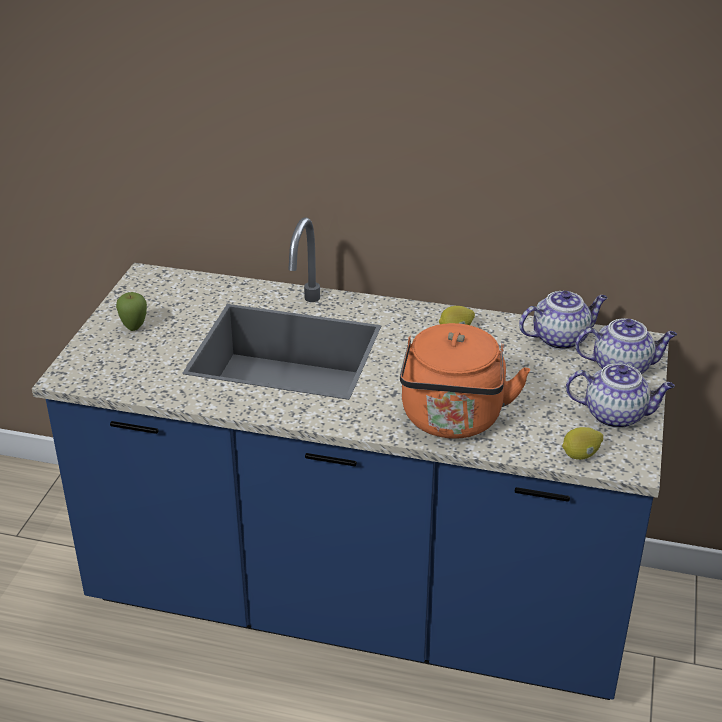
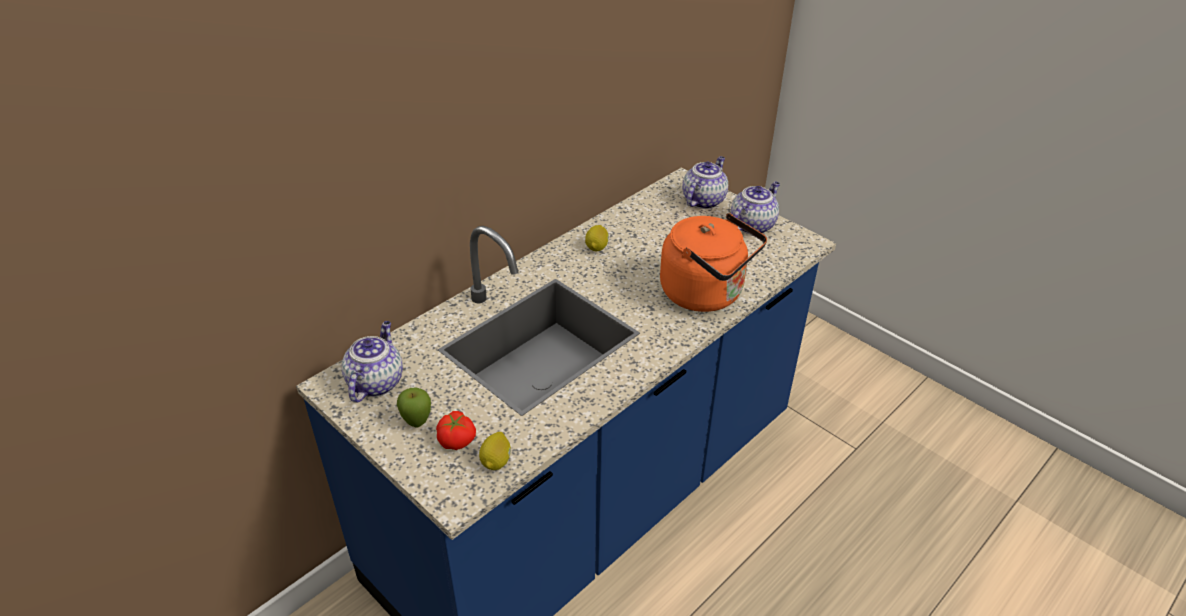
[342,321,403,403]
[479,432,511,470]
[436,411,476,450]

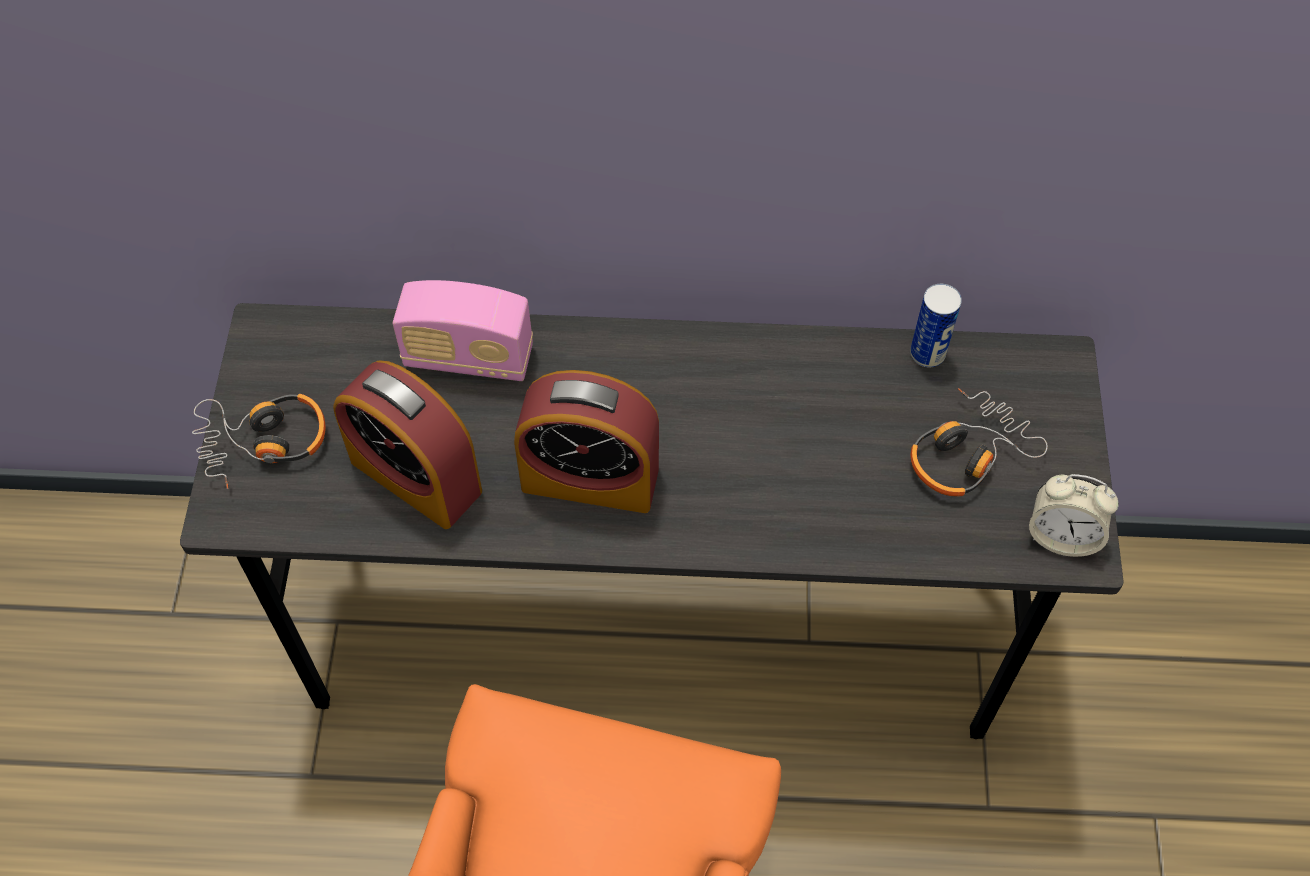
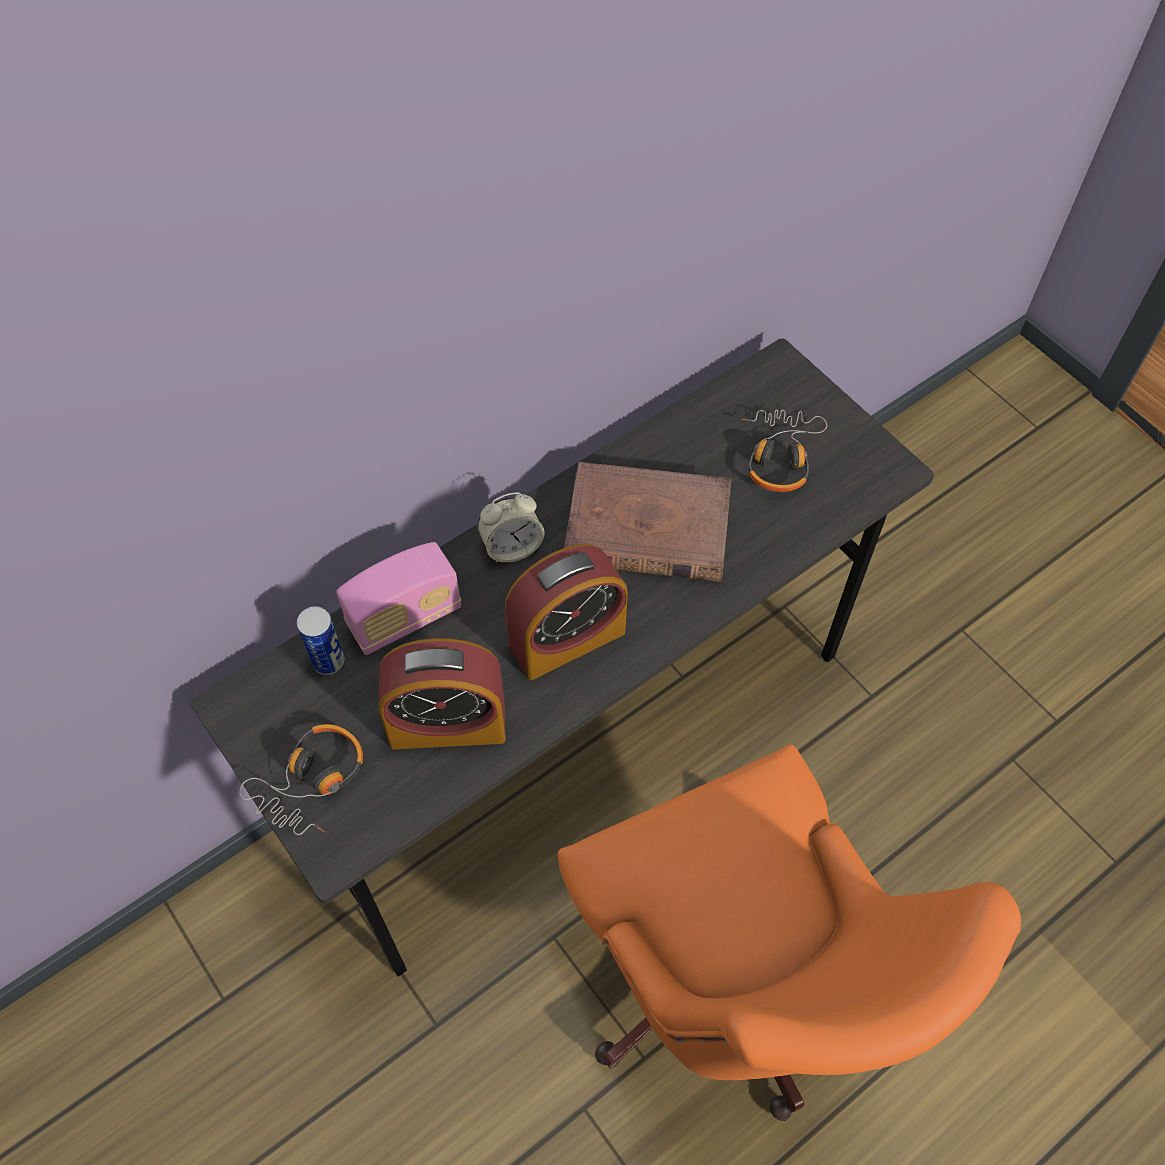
[297,606,345,675]
[478,492,544,563]
[564,462,732,582]

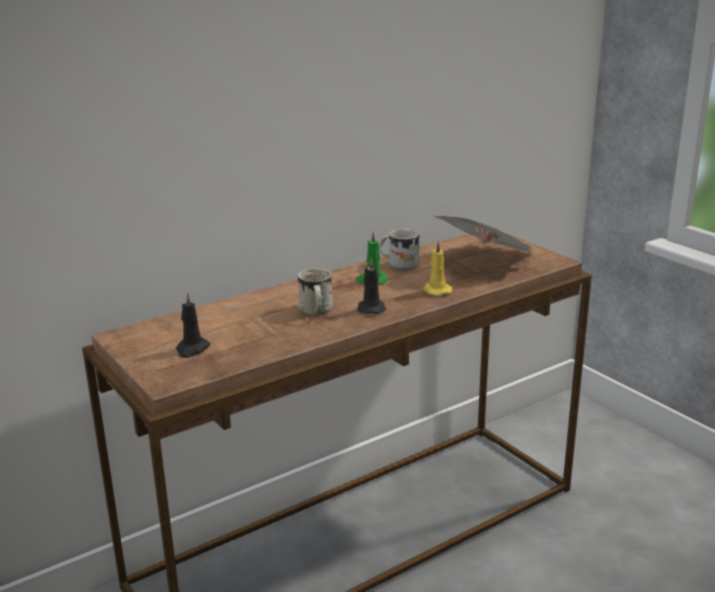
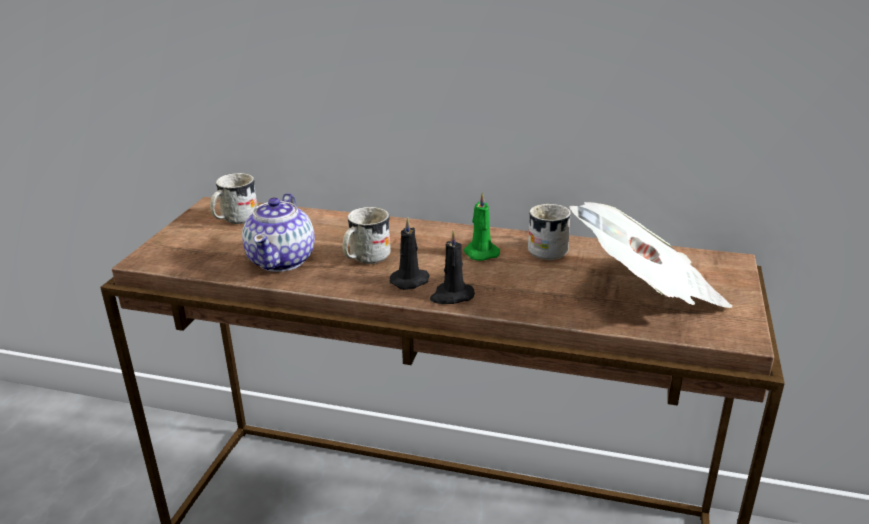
[430,230,475,304]
[423,241,452,296] (first image)
[210,173,257,224]
[242,193,315,272]

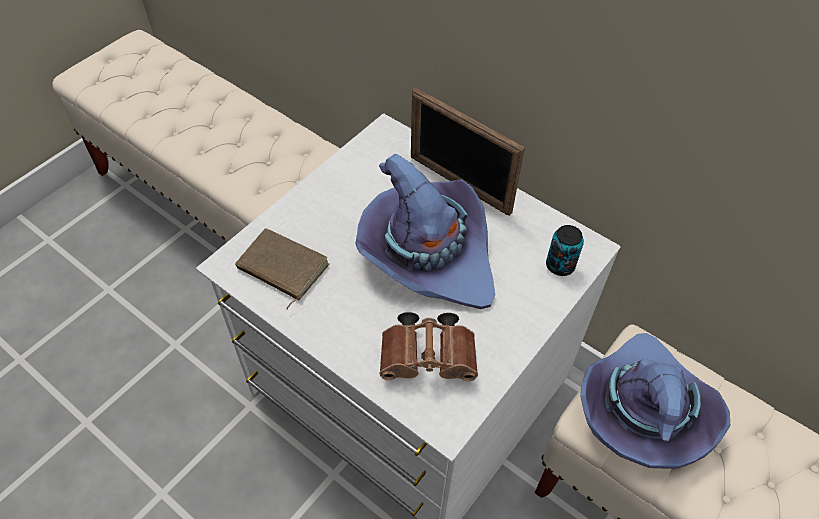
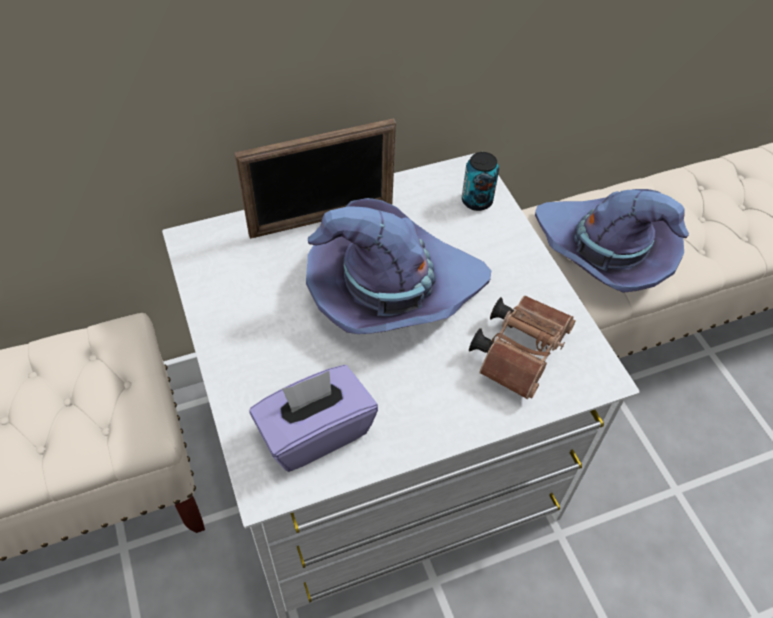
[250,365,378,472]

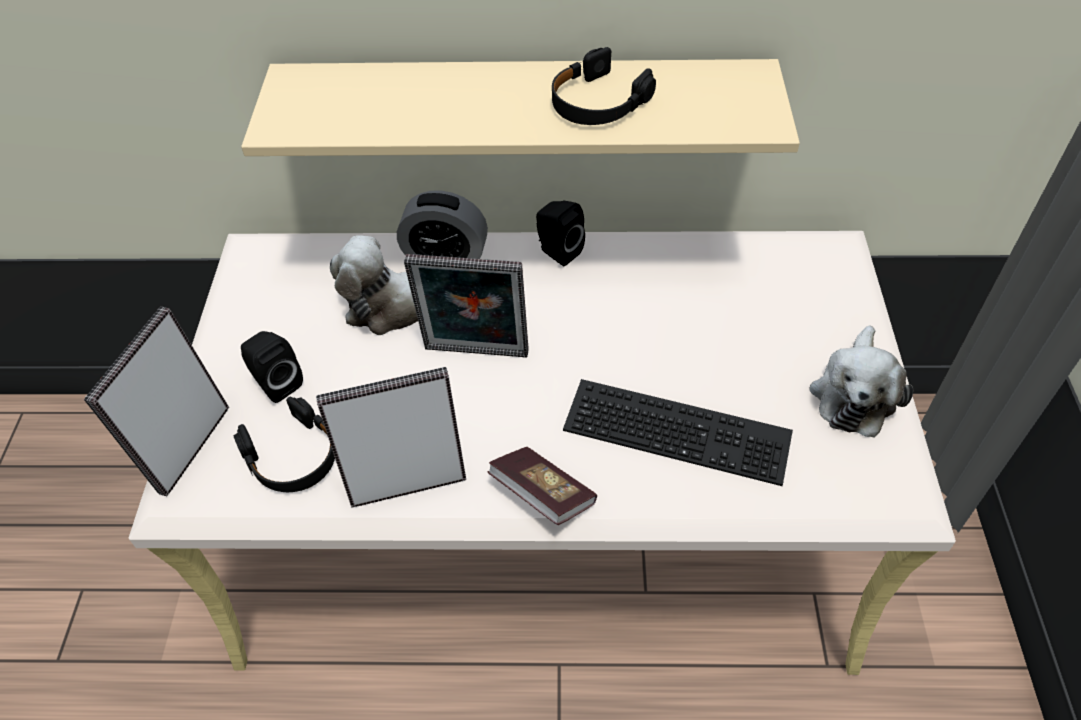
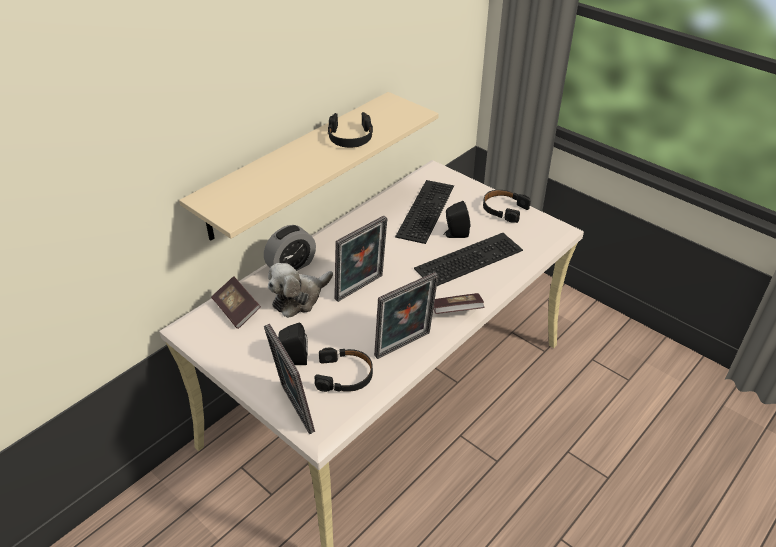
[374,272,438,359]
[443,201,470,238]
[483,190,531,223]
[211,276,261,329]
[395,180,454,244]

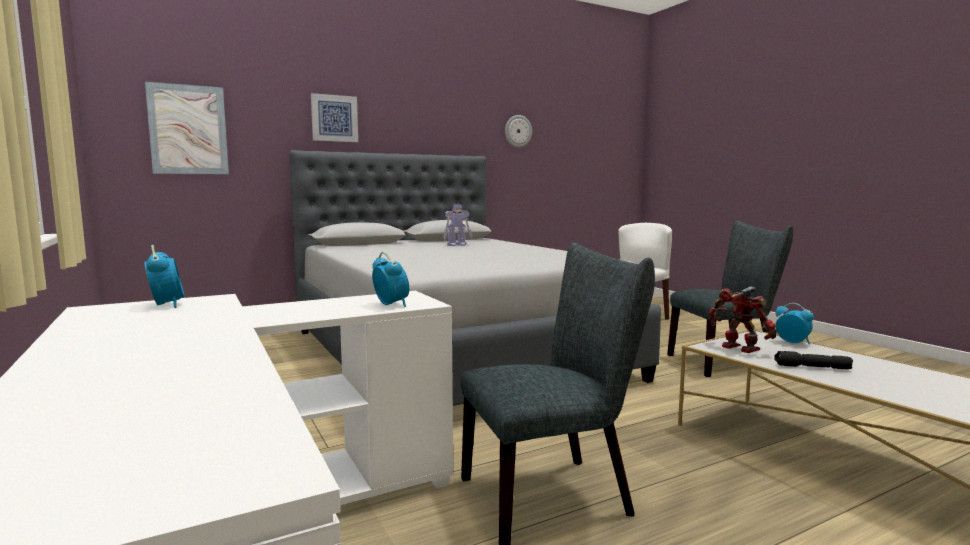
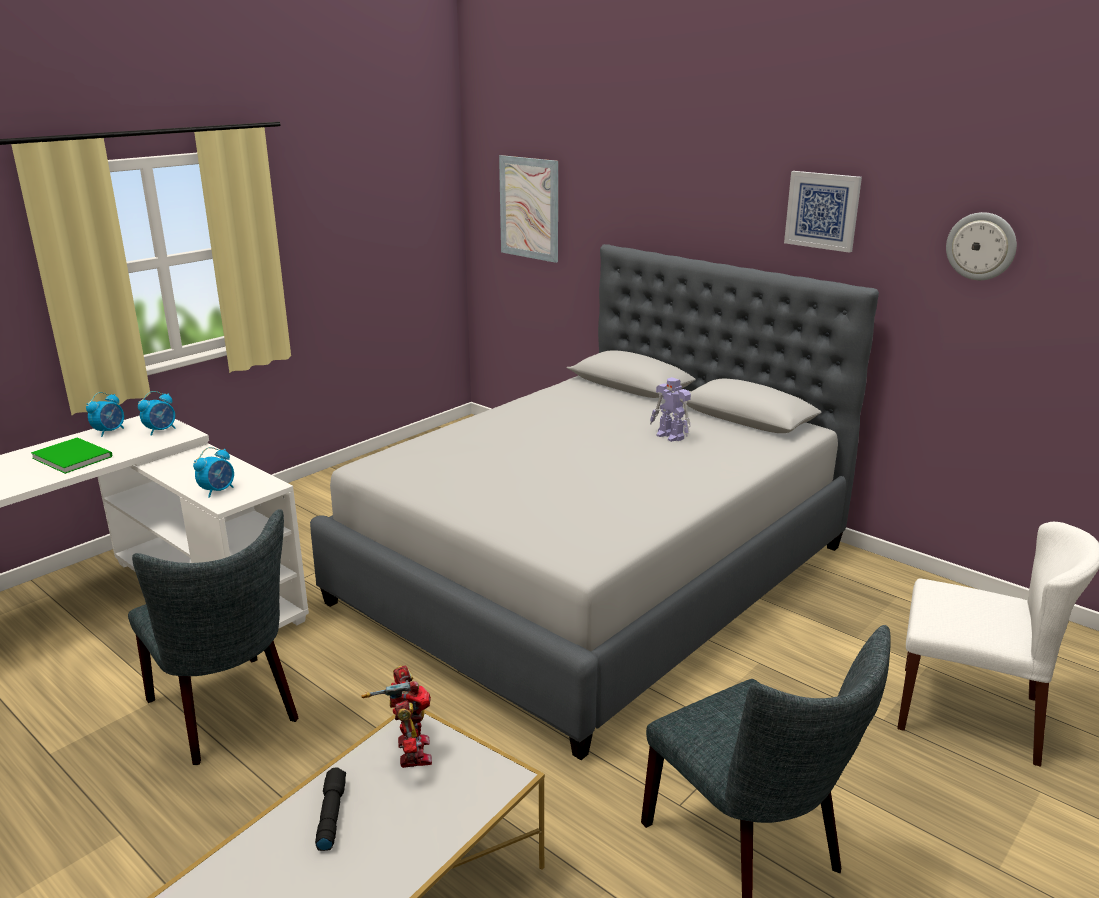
[784,171,862,253]
[361,665,432,768]
[86,392,124,437]
[31,438,112,474]

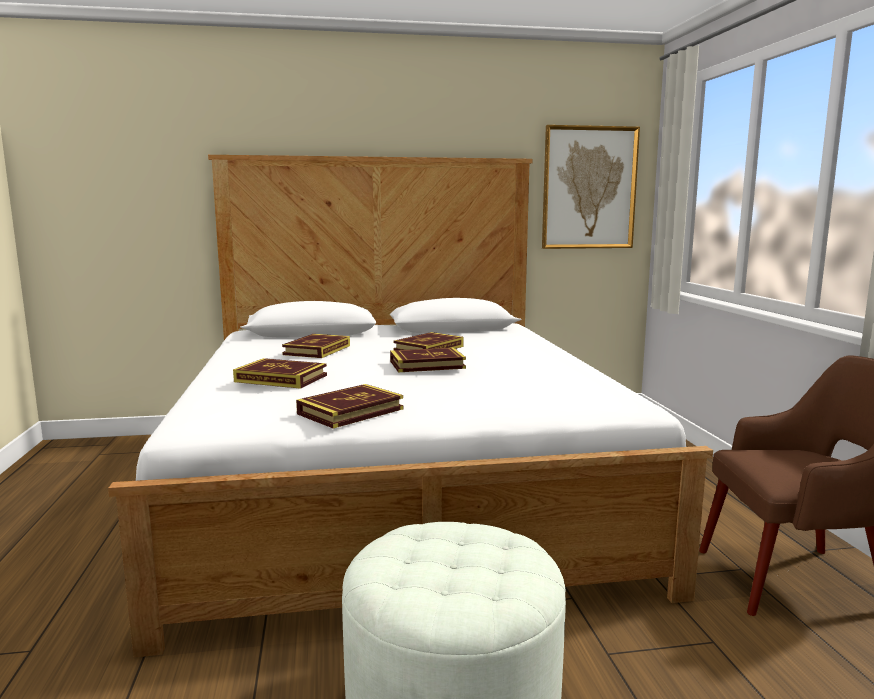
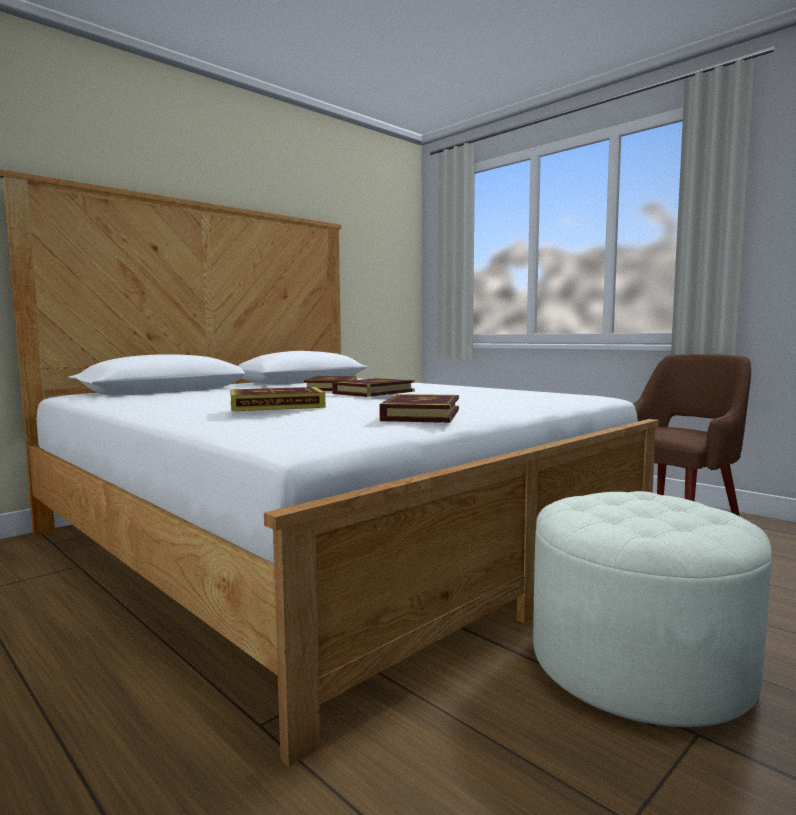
[282,334,350,358] (first image)
[542,125,640,249] (first image)

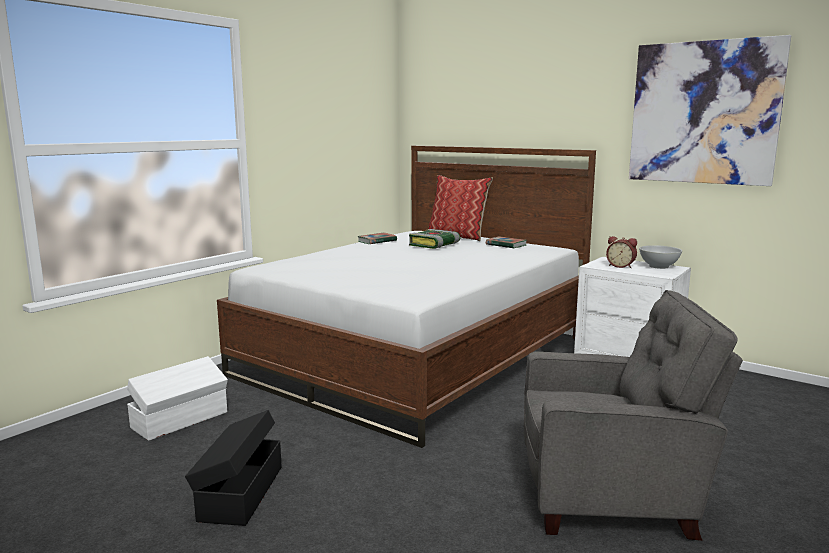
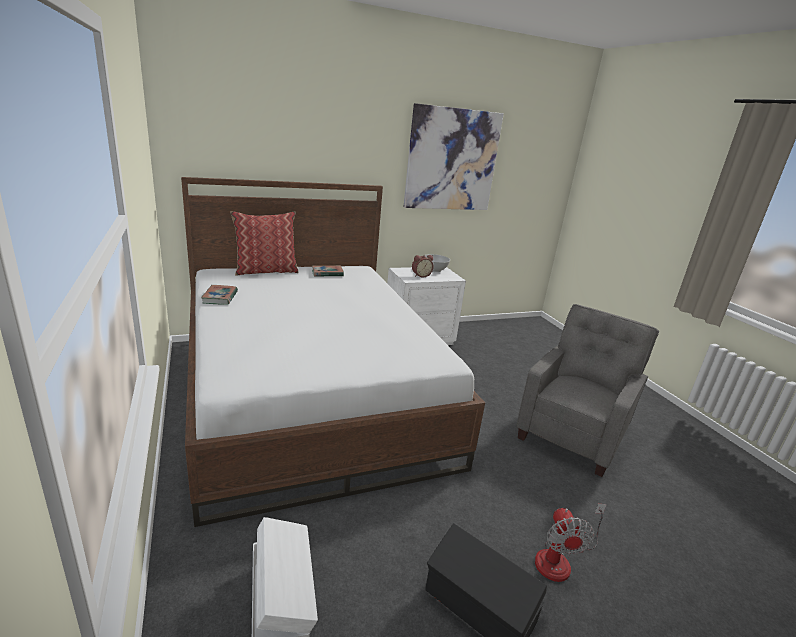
[409,229,460,249] (first image)
[535,504,607,582]

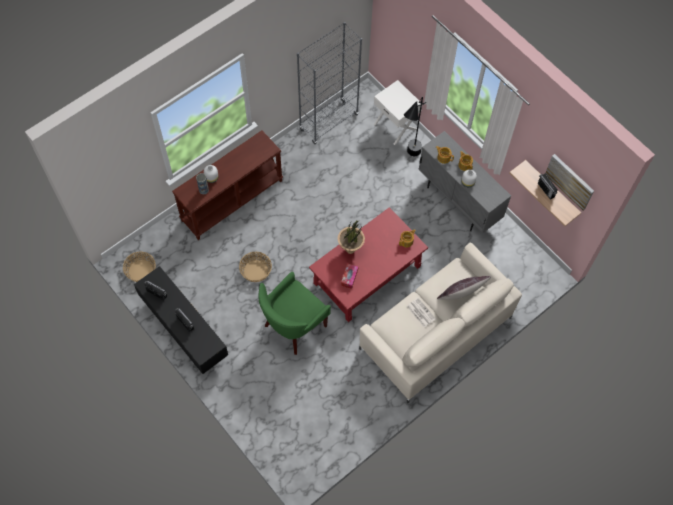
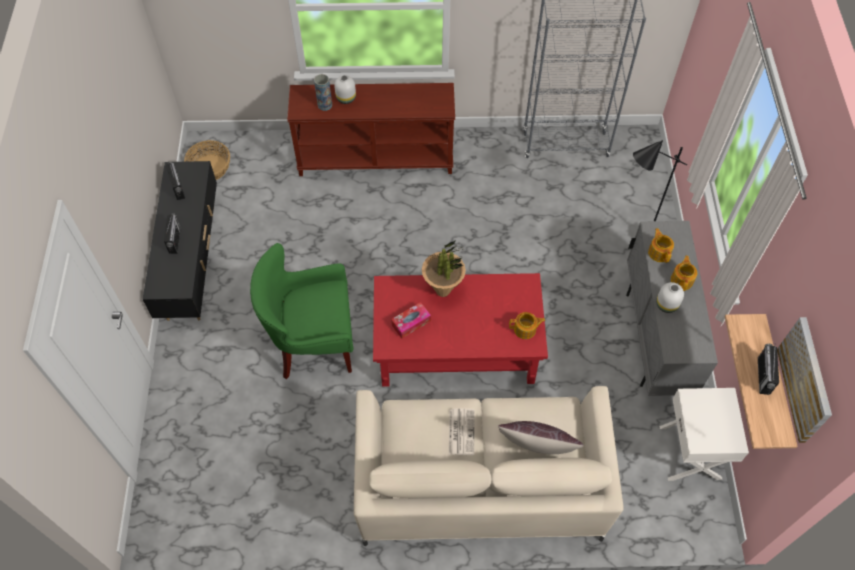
[239,252,272,282] (first image)
[659,388,749,481]

